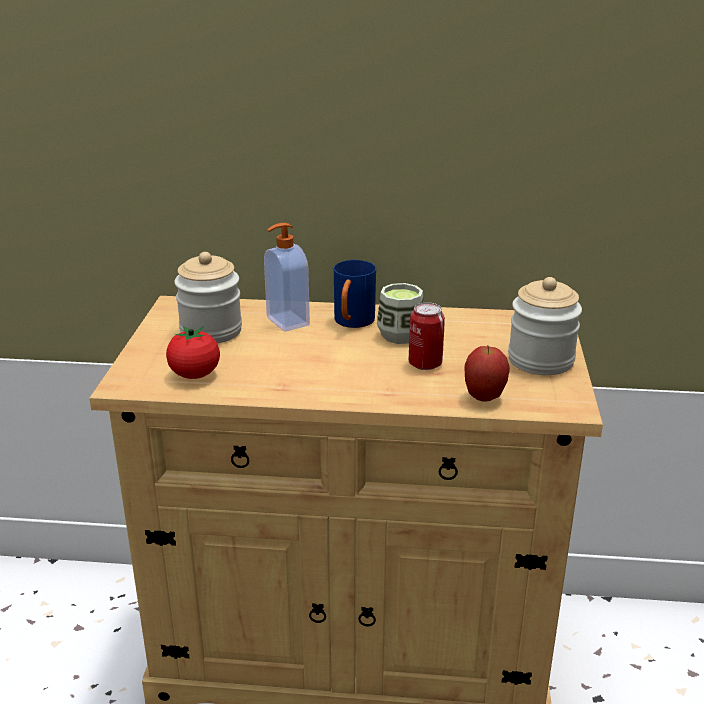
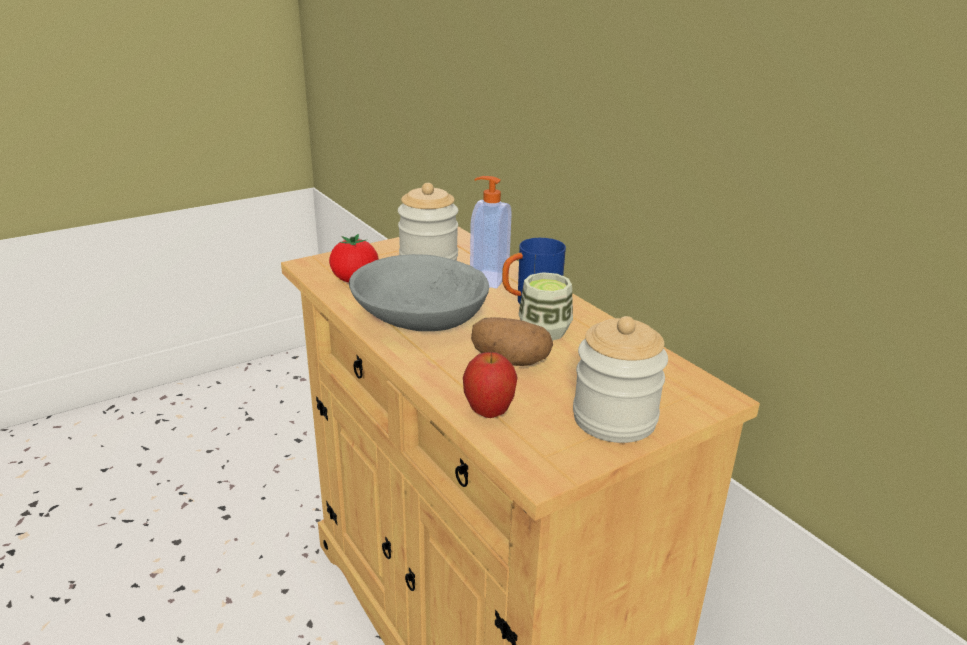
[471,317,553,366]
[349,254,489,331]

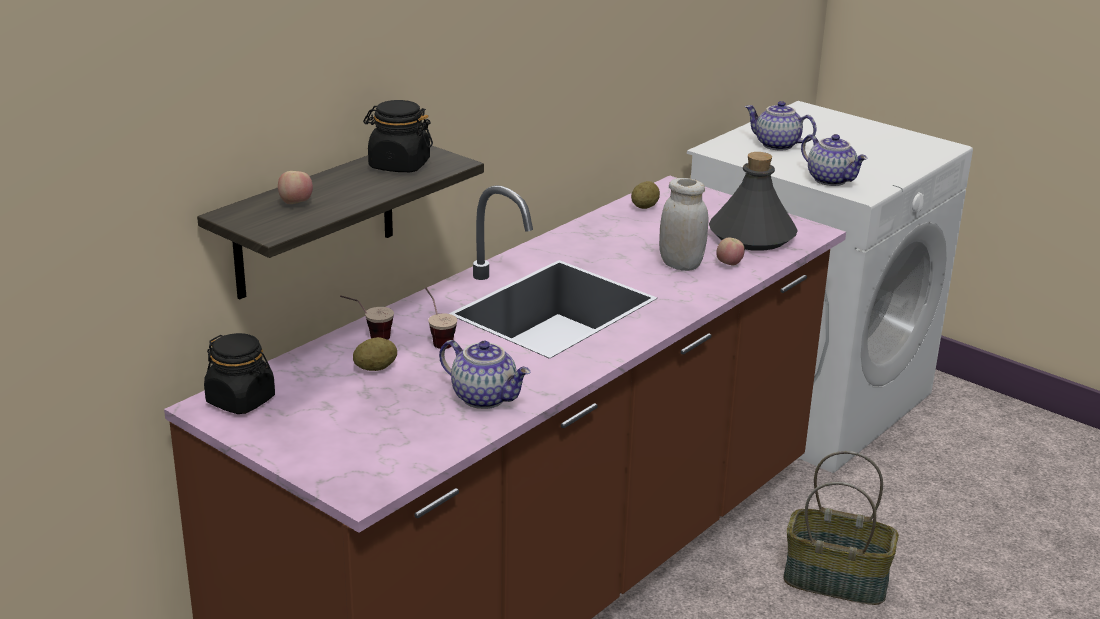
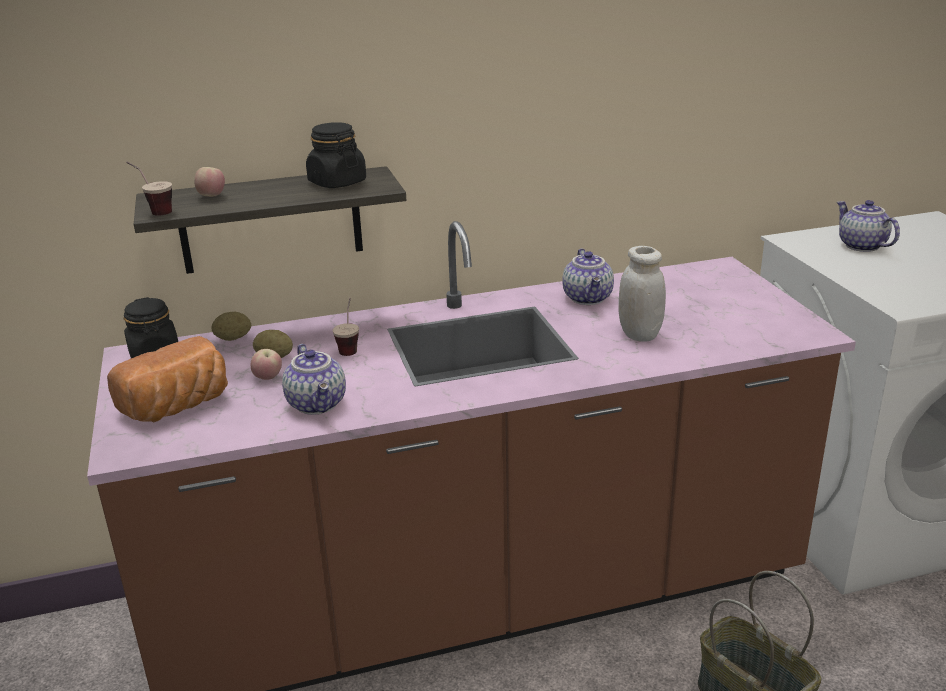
[126,161,172,216]
[211,312,251,341]
[709,152,798,251] (first image)
[251,349,282,380]
[562,248,614,305]
[107,336,228,422]

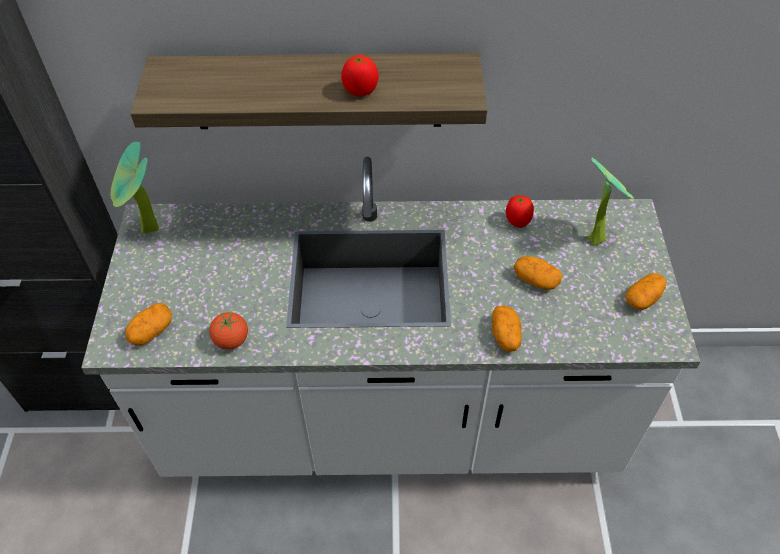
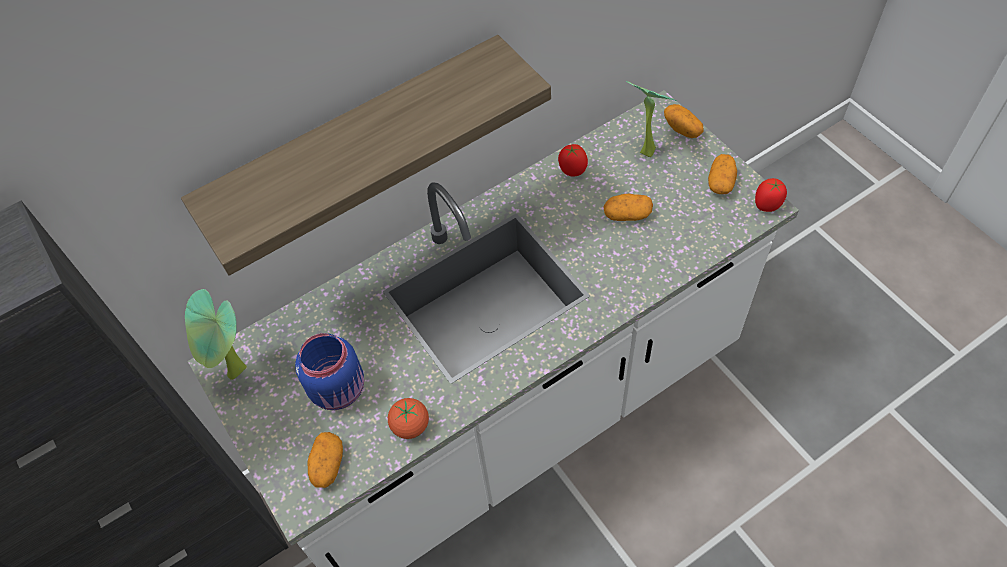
[755,178,787,212]
[664,104,704,138]
[295,333,364,410]

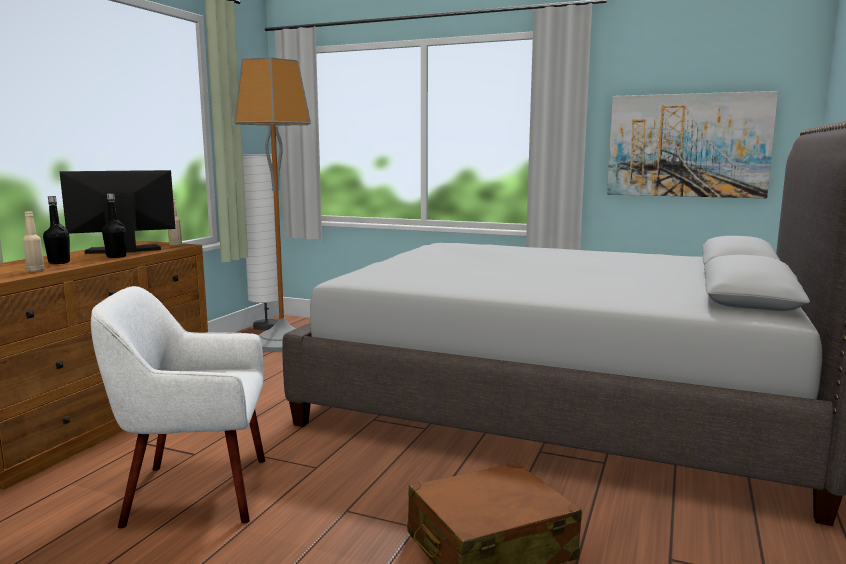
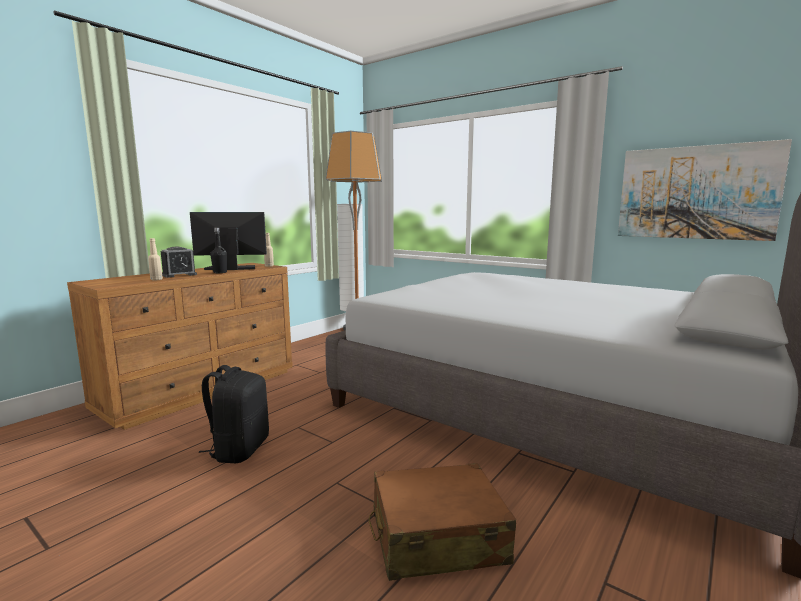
[161,247,197,278]
[199,365,269,463]

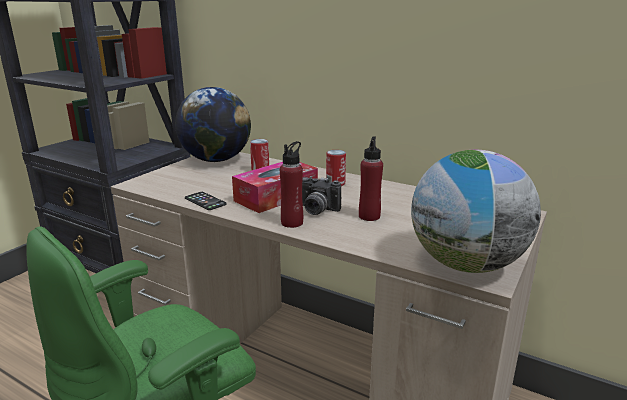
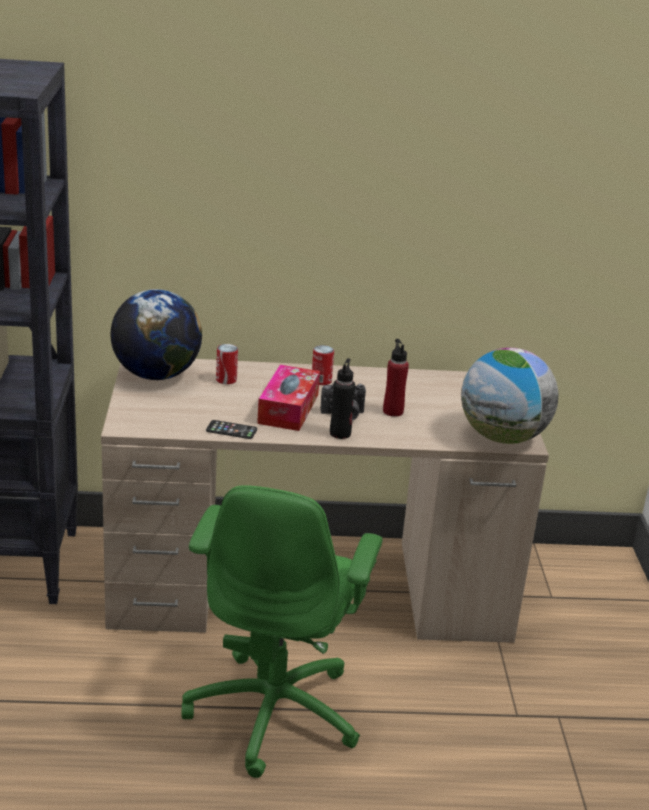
[330,358,355,439]

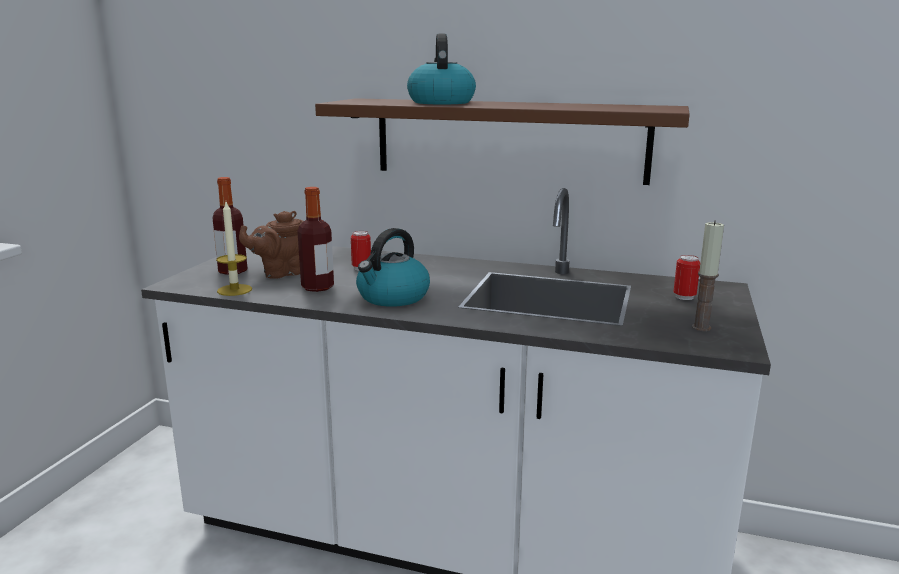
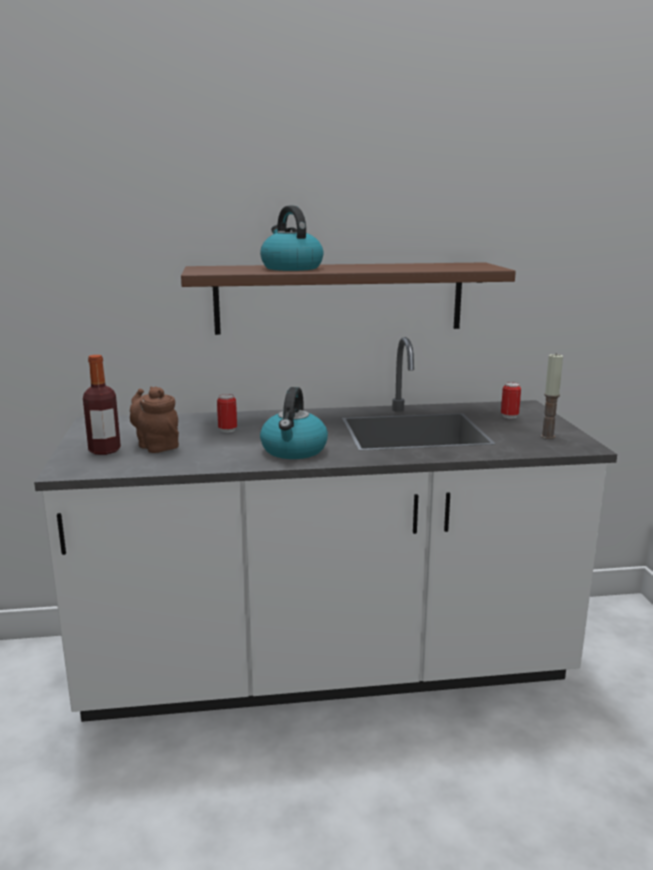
[216,202,252,296] (first image)
[130,386,179,453]
[297,187,334,292] (first image)

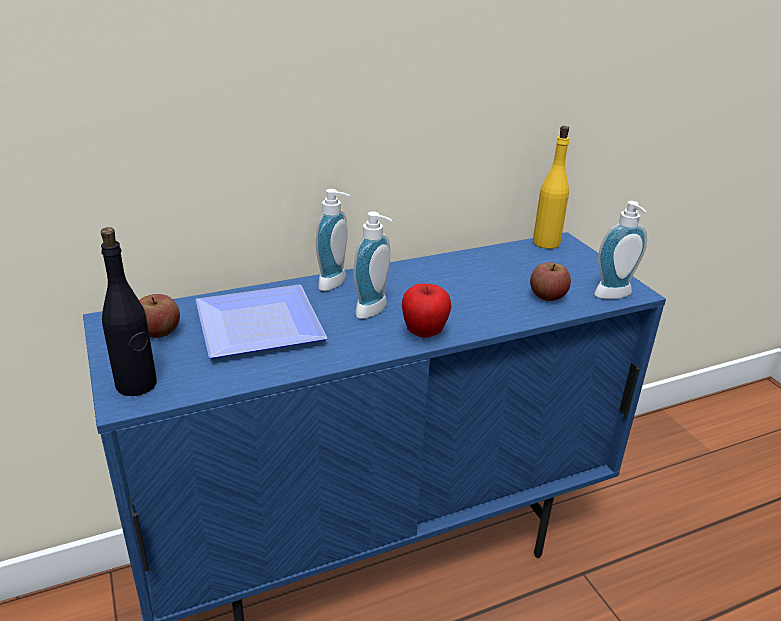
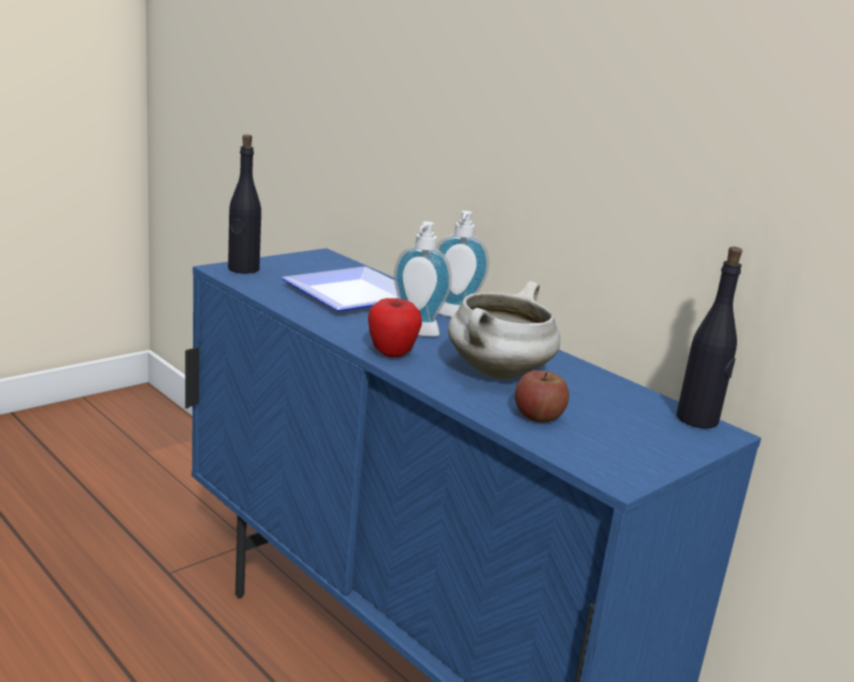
[139,294,180,338] (first image)
[676,247,742,428]
[594,201,647,299] (first image)
[448,281,560,380]

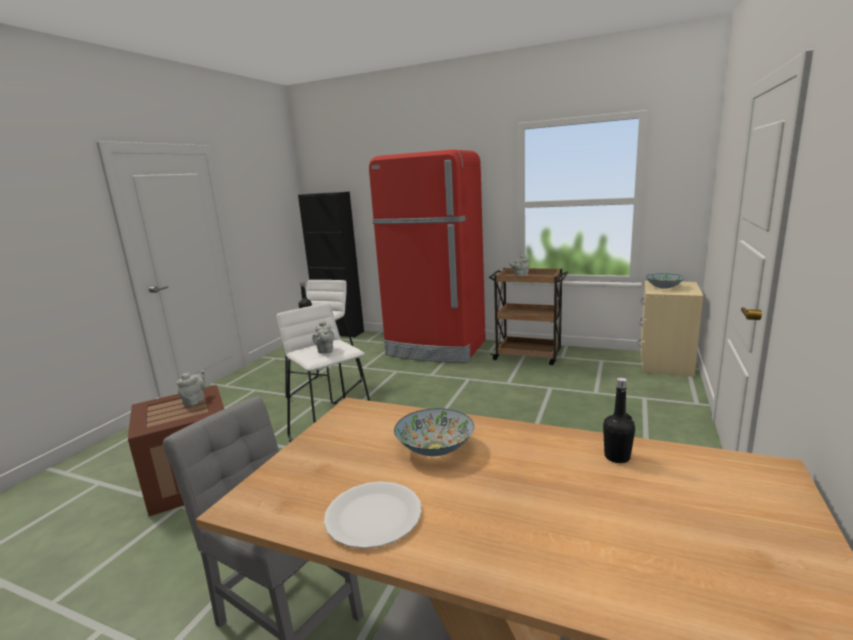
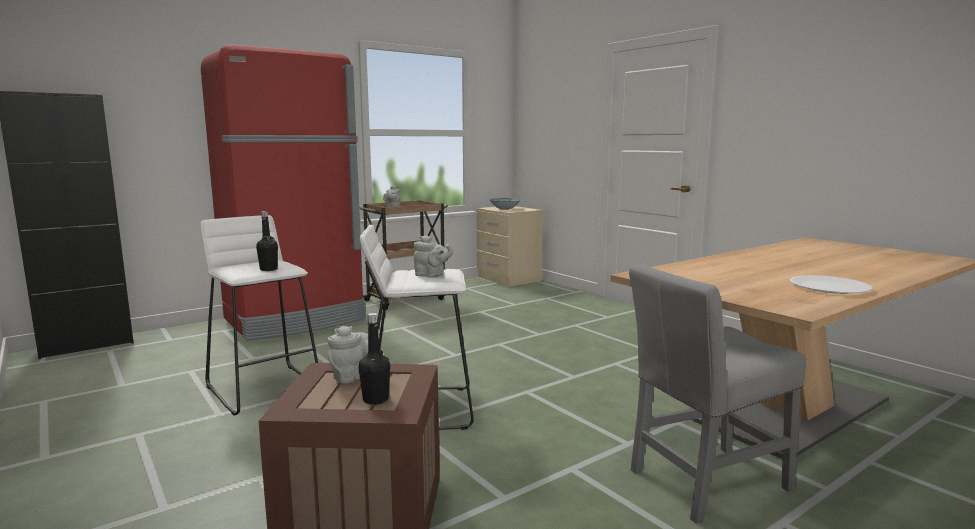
[327,326,380,383]
[394,408,474,456] (first image)
[359,313,390,405]

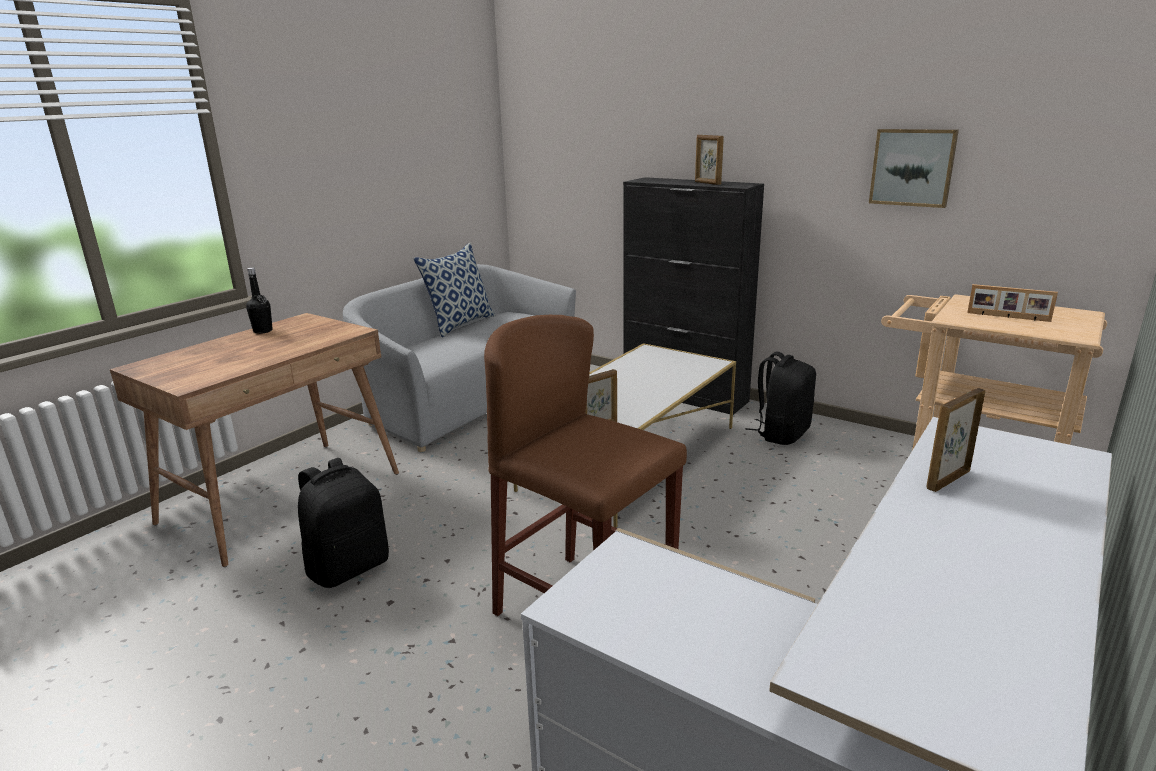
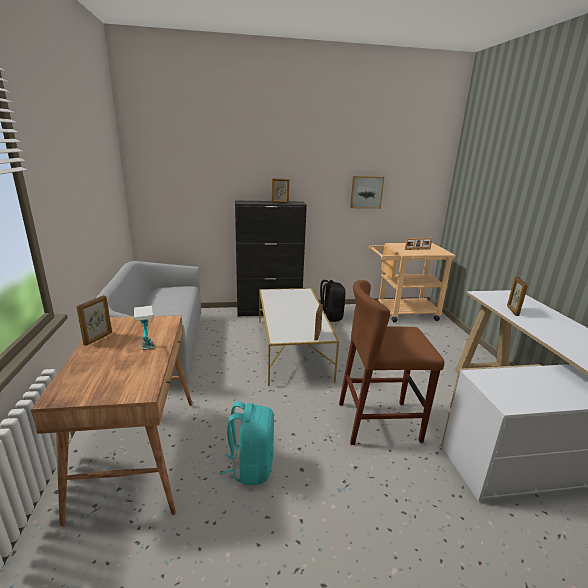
[76,295,112,346]
[220,401,274,485]
[413,243,495,337] (first image)
[134,306,155,350]

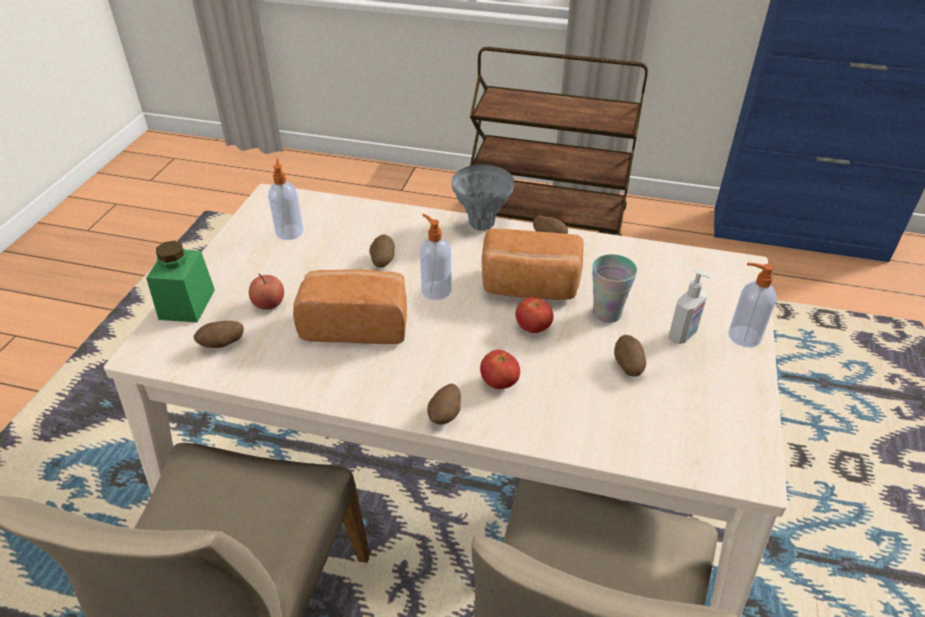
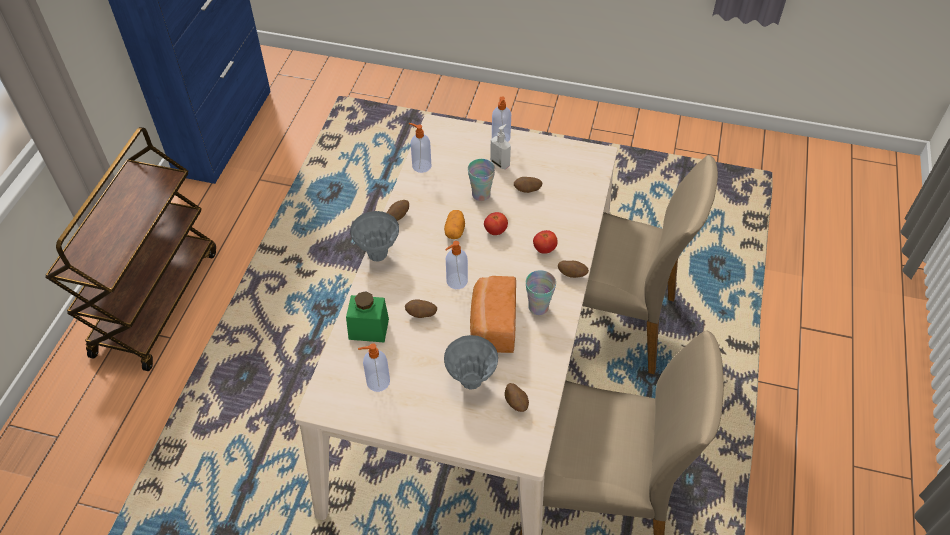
[346,291,389,343]
[444,335,498,390]
[444,210,465,239]
[409,123,431,173]
[526,270,556,315]

